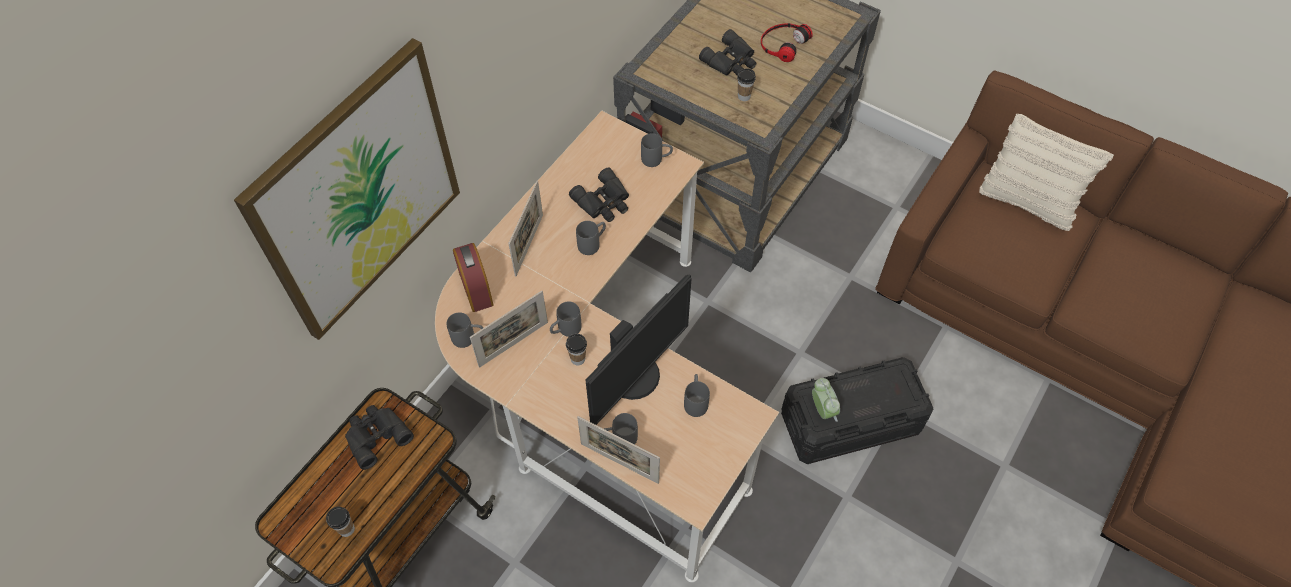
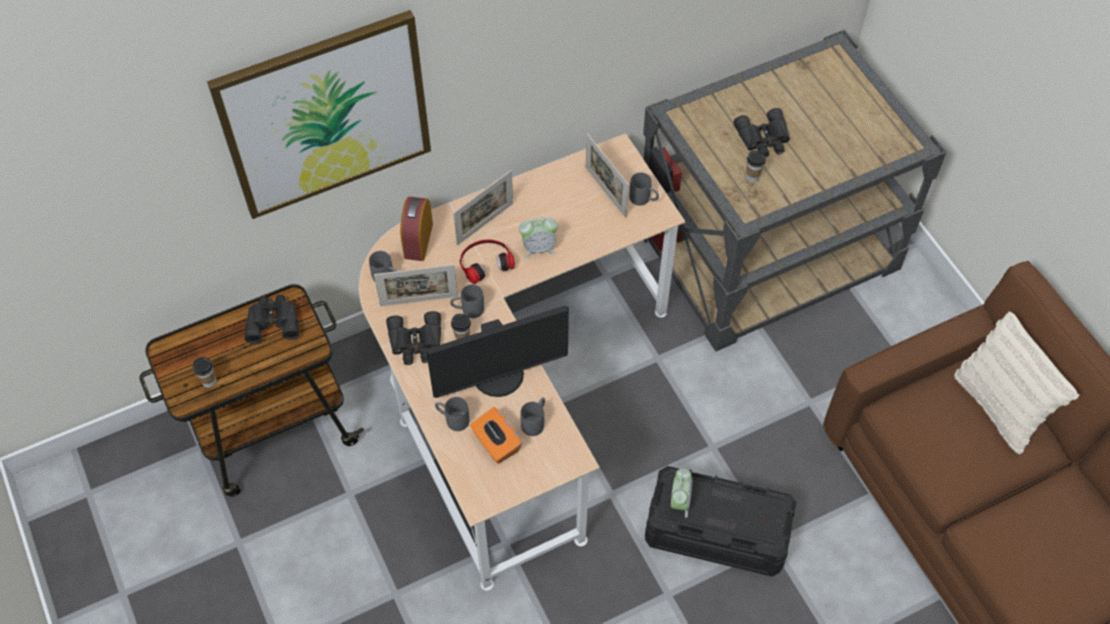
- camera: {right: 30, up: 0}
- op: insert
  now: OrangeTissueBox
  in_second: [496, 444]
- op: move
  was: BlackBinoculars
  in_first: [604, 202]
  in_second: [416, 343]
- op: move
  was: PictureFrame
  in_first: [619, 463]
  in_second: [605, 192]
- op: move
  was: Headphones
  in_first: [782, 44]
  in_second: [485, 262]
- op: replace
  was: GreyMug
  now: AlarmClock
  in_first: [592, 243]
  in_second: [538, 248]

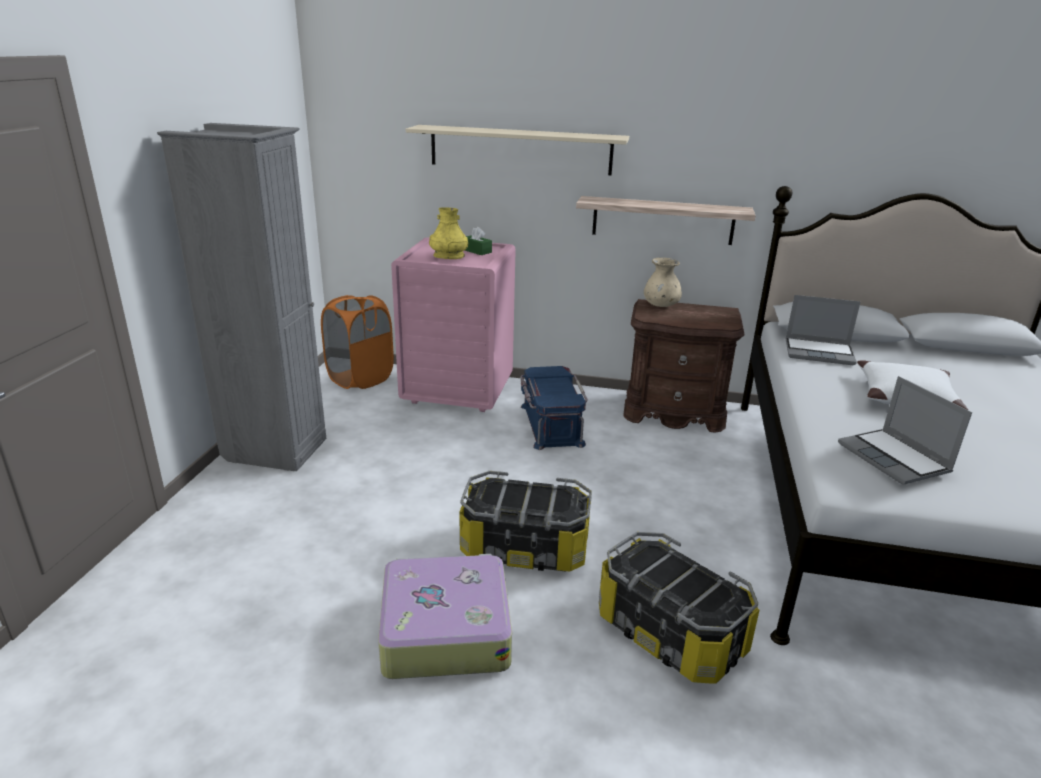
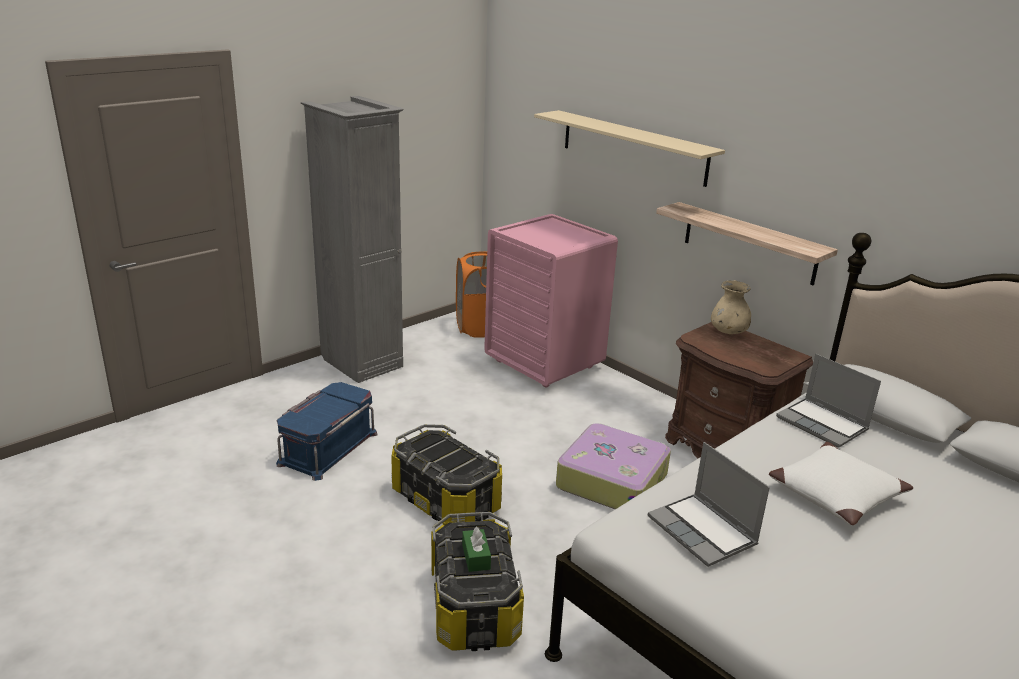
- camera: {right: 35, up: 0}
- op: delete
  was: YellowVase
  in_first: [449, 256]
- op: move
  was: Suitcase
  in_first: [444, 629]
  in_second: [612, 480]
- op: move
  was: GreenTissueBox
  in_first: [476, 251]
  in_second: [476, 557]
- op: move
  was: BlueStorageBox
  in_first: [550, 425]
  in_second: [327, 447]
- op: rotate
  was: Laptop
  in_first: [895, 459]
  in_second: [703, 531]
  clockwise: -45

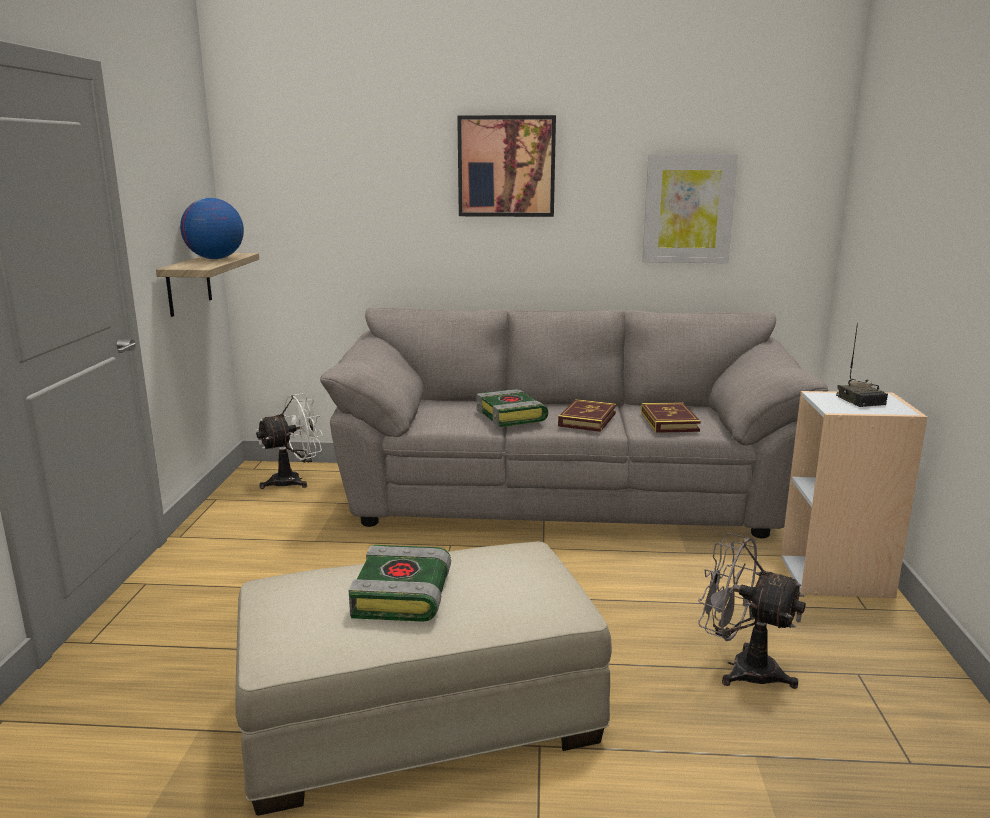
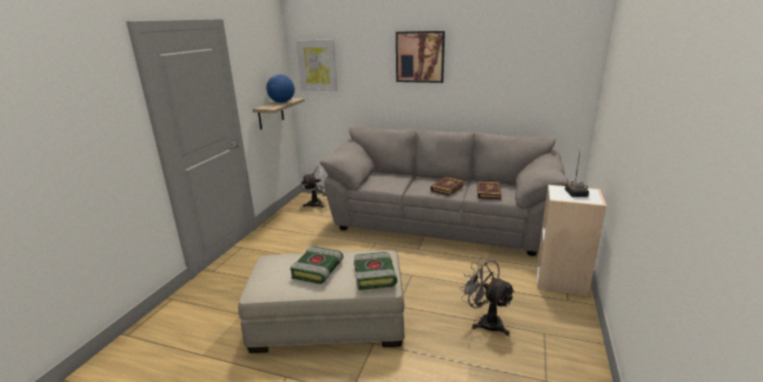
- camera: {right: 15, up: 5}
- op: move
  was: Book
  in_first: [512, 416]
  in_second: [375, 276]
- op: move
  was: Picture
  in_first: [688, 209]
  in_second: [317, 65]

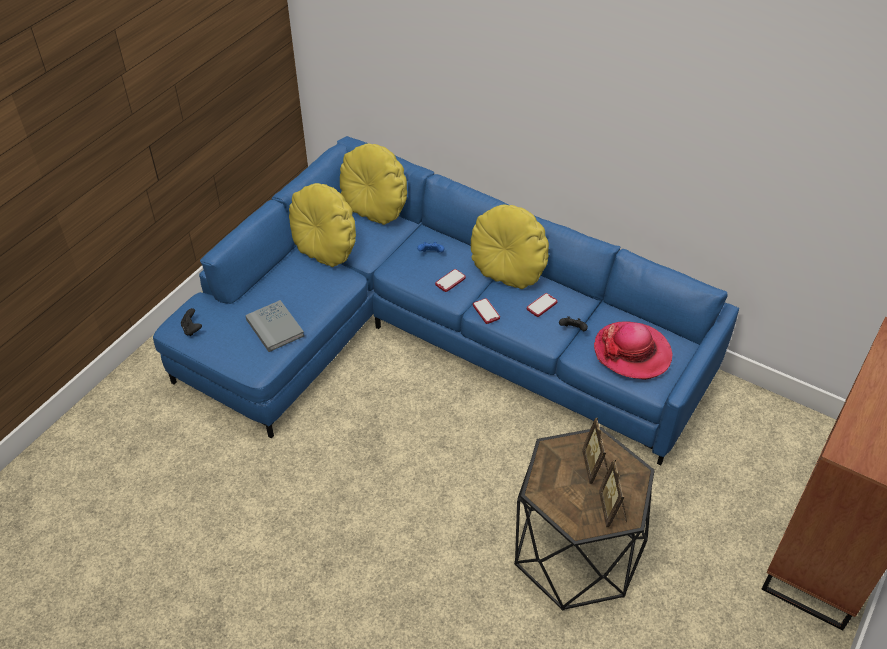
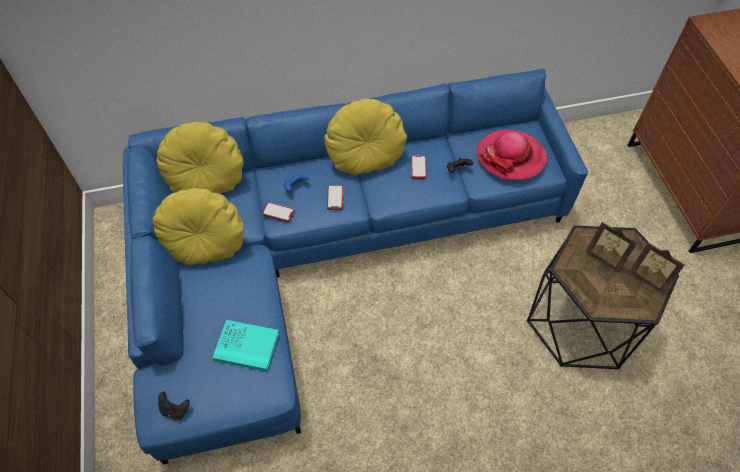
- camera: {right: -45, up: 10}
- op: move
  was: Phone
  in_first: [486, 312]
  in_second: [278, 213]
- op: recolor
  was: GreyBook
  now: TurquoiseBook
  in_first: [275, 328]
  in_second: [247, 346]

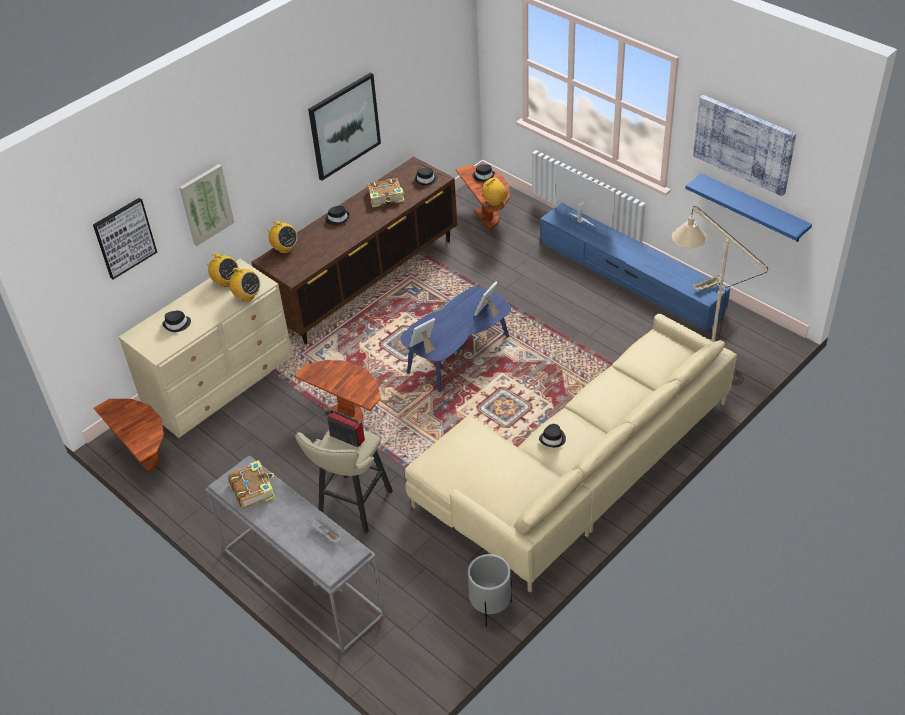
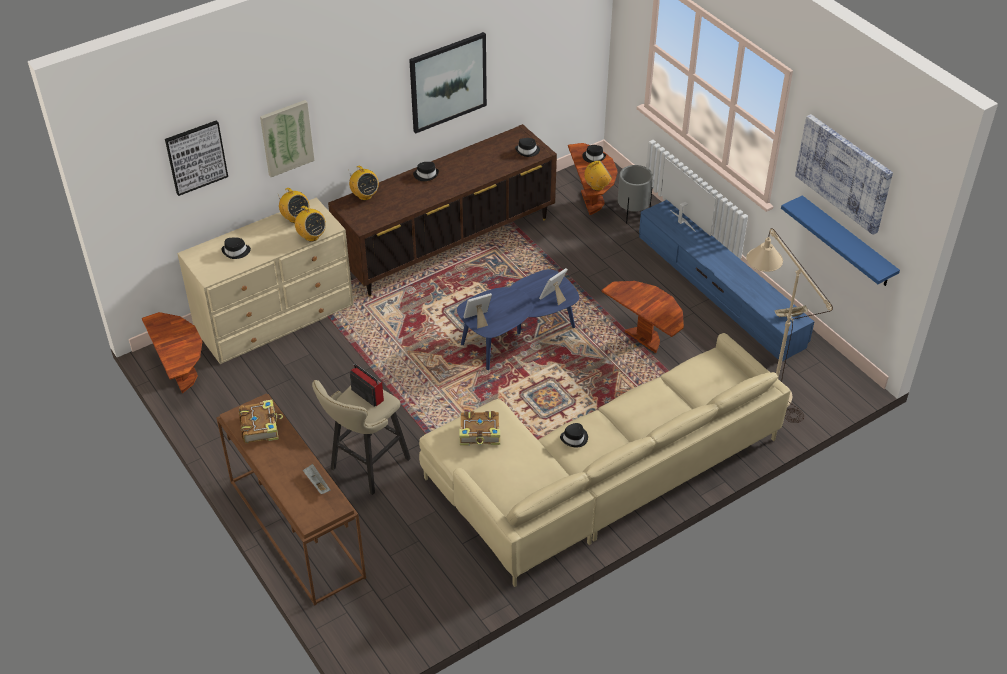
- camera: {right: 10, up: 0}
- op: move
  was: BrownSideTable
  in_first: [348, 414]
  in_second: [644, 339]
- op: move
  was: Book
  in_first: [386, 197]
  in_second: [480, 433]
- op: move
  was: GreyPlanter
  in_first: [490, 608]
  in_second: [632, 213]
- op: recolor
  was: GreyConsoleTable
  now: BrownConsoleTable
  in_first: [300, 582]
  in_second: [294, 528]

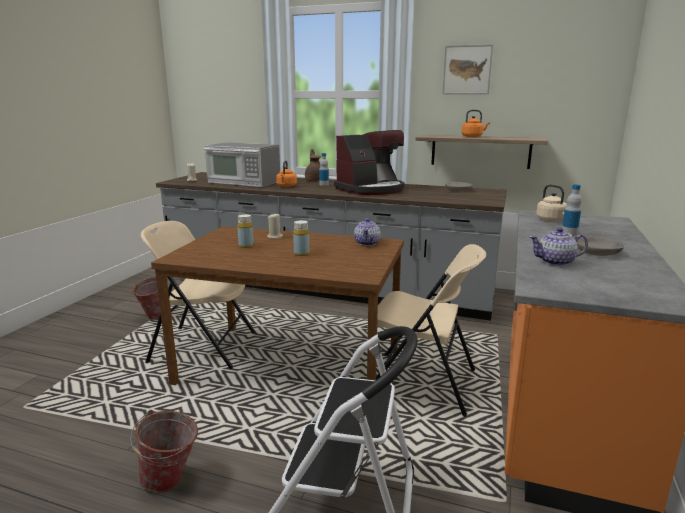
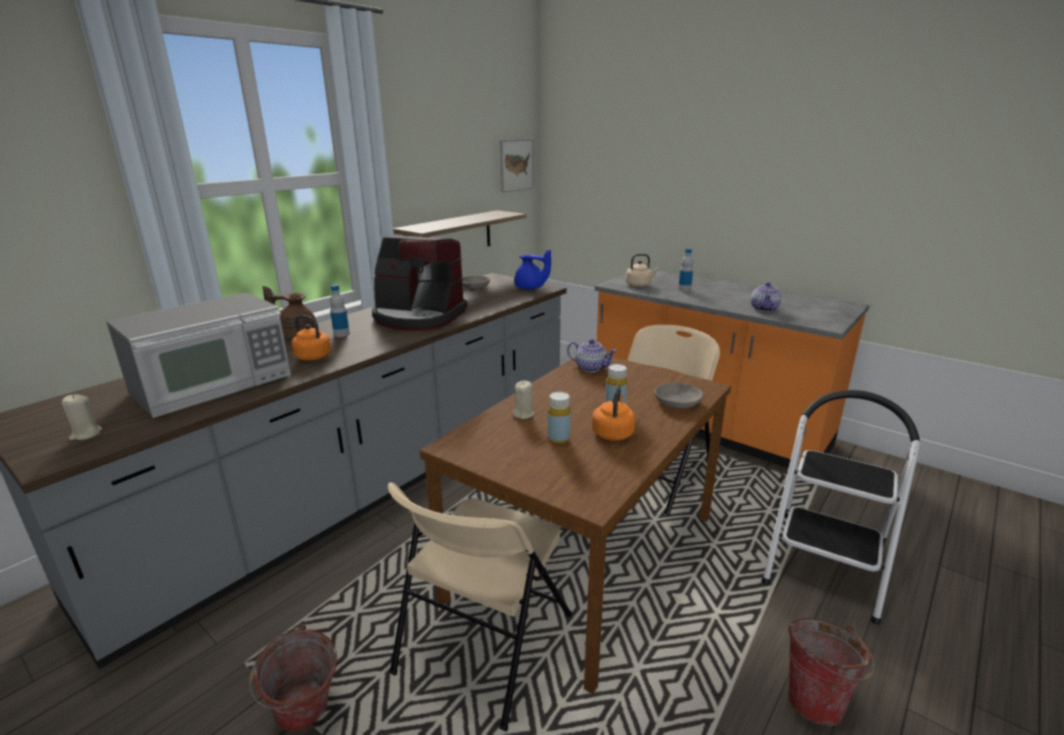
- camera: {right: -70, up: 5}
- op: insert
  now: BlueTeapot
  in_second: [531, 288]
- op: move
  was: Picture
  in_first: [467, 70]
  in_second: [516, 165]
- op: move
  was: OrangeKettle
  in_first: [473, 136]
  in_second: [613, 433]
- op: move
  was: GreyBowl
  in_first: [597, 252]
  in_second: [678, 402]
- op: rotate
  was: CoffeeMachine
  in_first: [371, 189]
  in_second: [418, 317]
  clockwise: 120

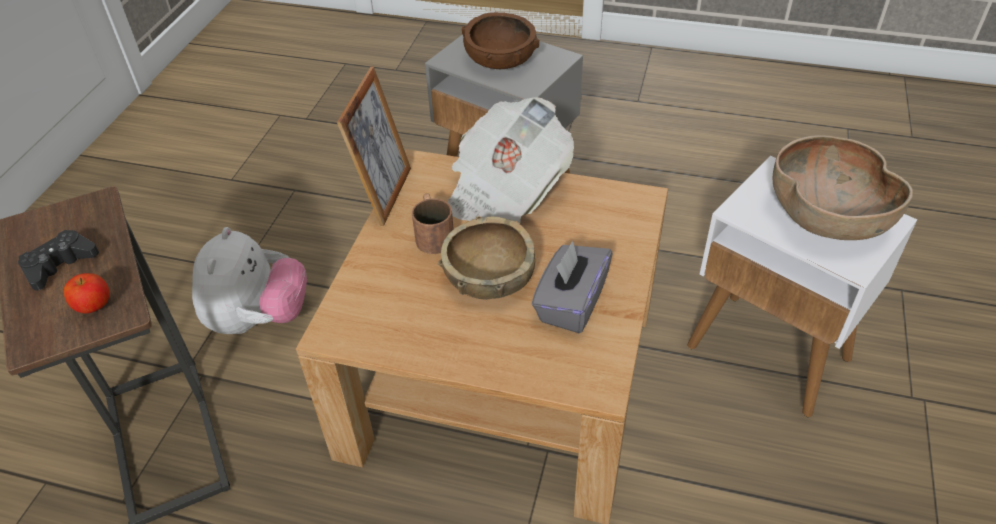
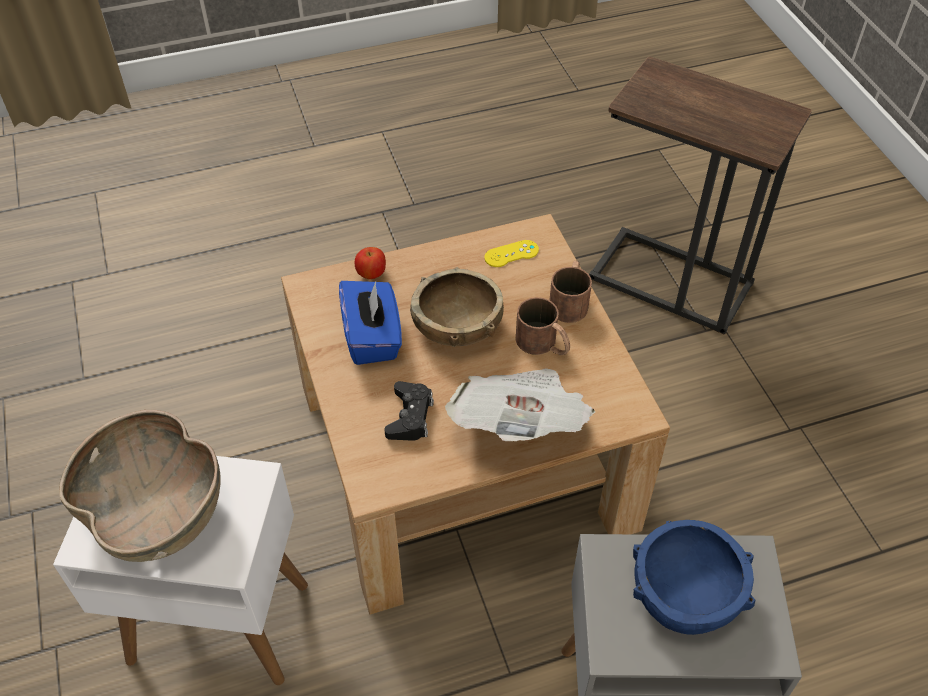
- camera: {right: 145, up: 5}
- op: delete
  was: PlushToy
  in_first: [259, 319]
- op: delete
  was: PictureFrame
  in_first: [385, 194]
- op: insert
  now: YellowGameController
  in_second: [511, 254]
- op: insert
  now: BrownMug
  in_second: [570, 300]
- op: move
  was: BlackGameController
  in_first: [60, 265]
  in_second: [410, 416]
- op: move
  was: Apple
  in_first: [94, 306]
  in_second: [371, 274]
- op: recolor
  was: BrownBowl
  now: BlueBowl
  in_first: [500, 60]
  in_second: [686, 593]
- op: recolor
  was: GreyTissueBox
  now: BlueTissueBox
  in_first: [570, 304]
  in_second: [372, 338]

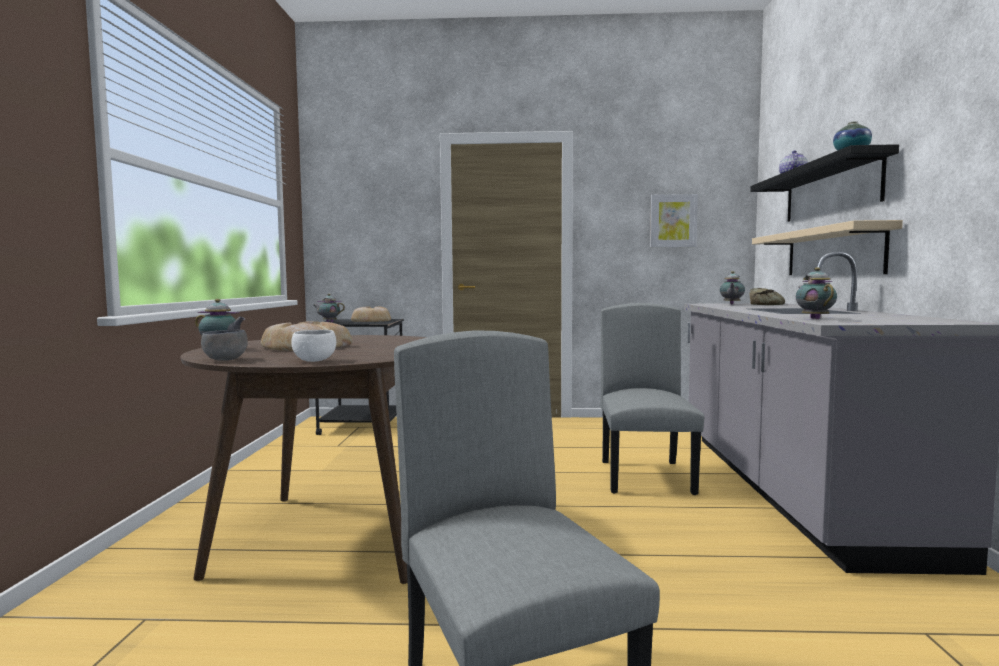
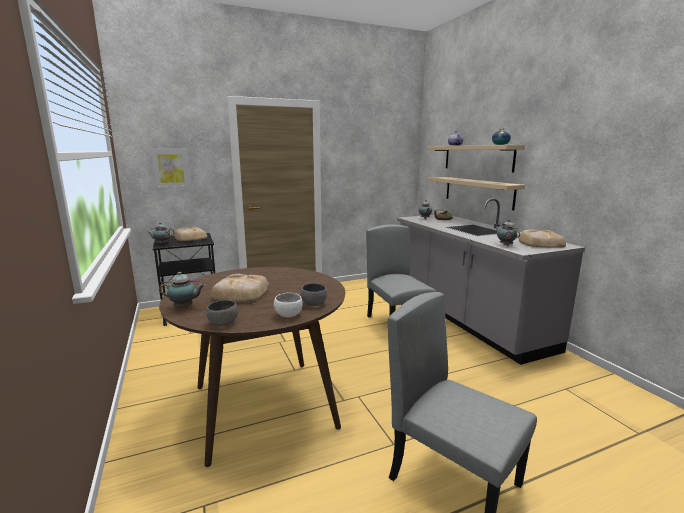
- camera: {right: -25, up: 10}
- op: insert
  now: GreyBowl
  in_second: [315, 304]
- op: insert
  now: Bread
  in_second: [539, 243]
- op: move
  was: Picture
  in_first: [673, 221]
  in_second: [171, 168]
- op: recolor
  was: BlackShelf
  now: BeigeShelf
  in_first: [830, 190]
  in_second: [477, 157]

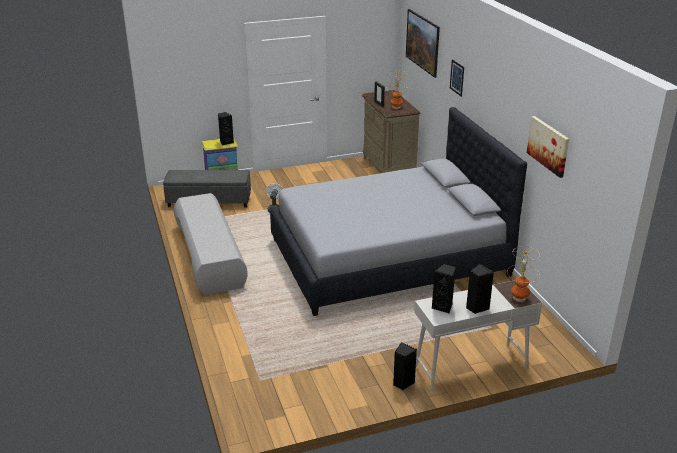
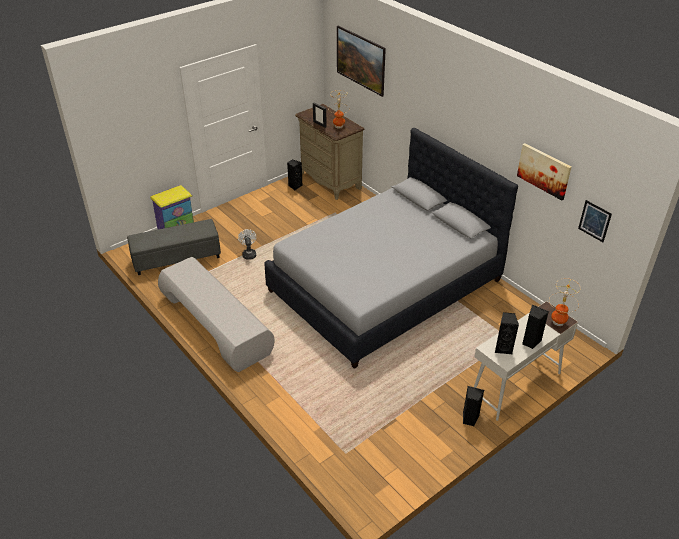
- camera: {right: -20, up: 10}
- op: move
  was: BlackSpeaker
  in_first: [226, 142]
  in_second: [295, 186]
- op: move
  was: Picture
  in_first: [457, 77]
  in_second: [594, 221]

